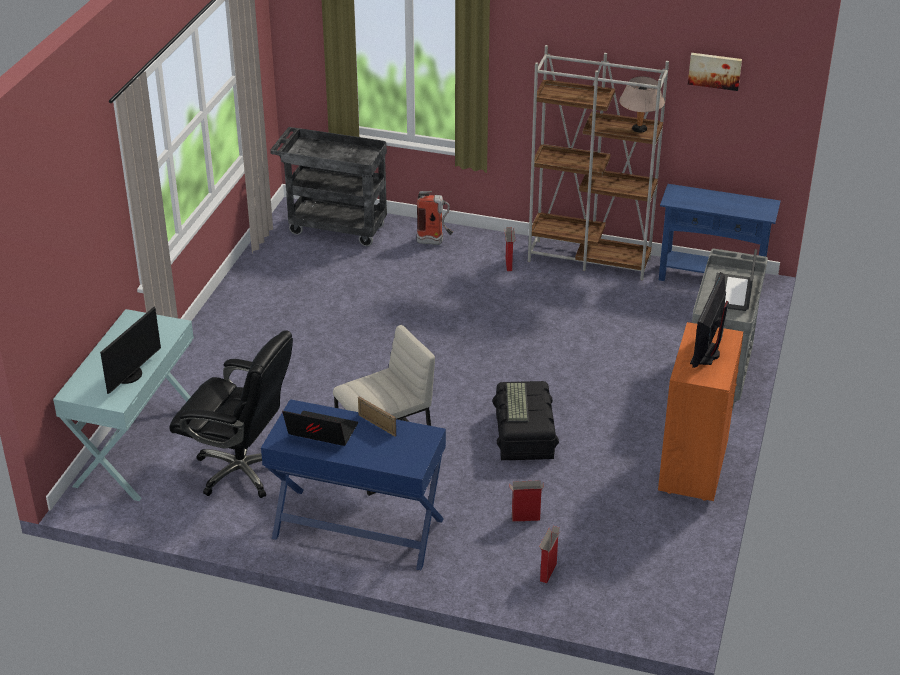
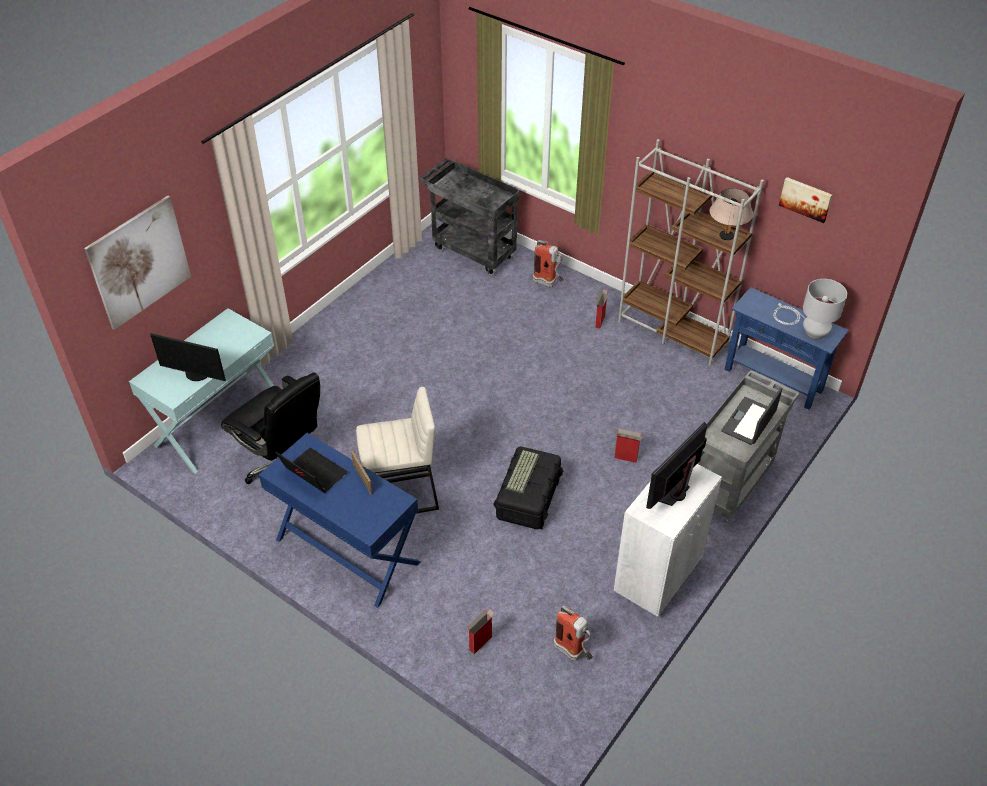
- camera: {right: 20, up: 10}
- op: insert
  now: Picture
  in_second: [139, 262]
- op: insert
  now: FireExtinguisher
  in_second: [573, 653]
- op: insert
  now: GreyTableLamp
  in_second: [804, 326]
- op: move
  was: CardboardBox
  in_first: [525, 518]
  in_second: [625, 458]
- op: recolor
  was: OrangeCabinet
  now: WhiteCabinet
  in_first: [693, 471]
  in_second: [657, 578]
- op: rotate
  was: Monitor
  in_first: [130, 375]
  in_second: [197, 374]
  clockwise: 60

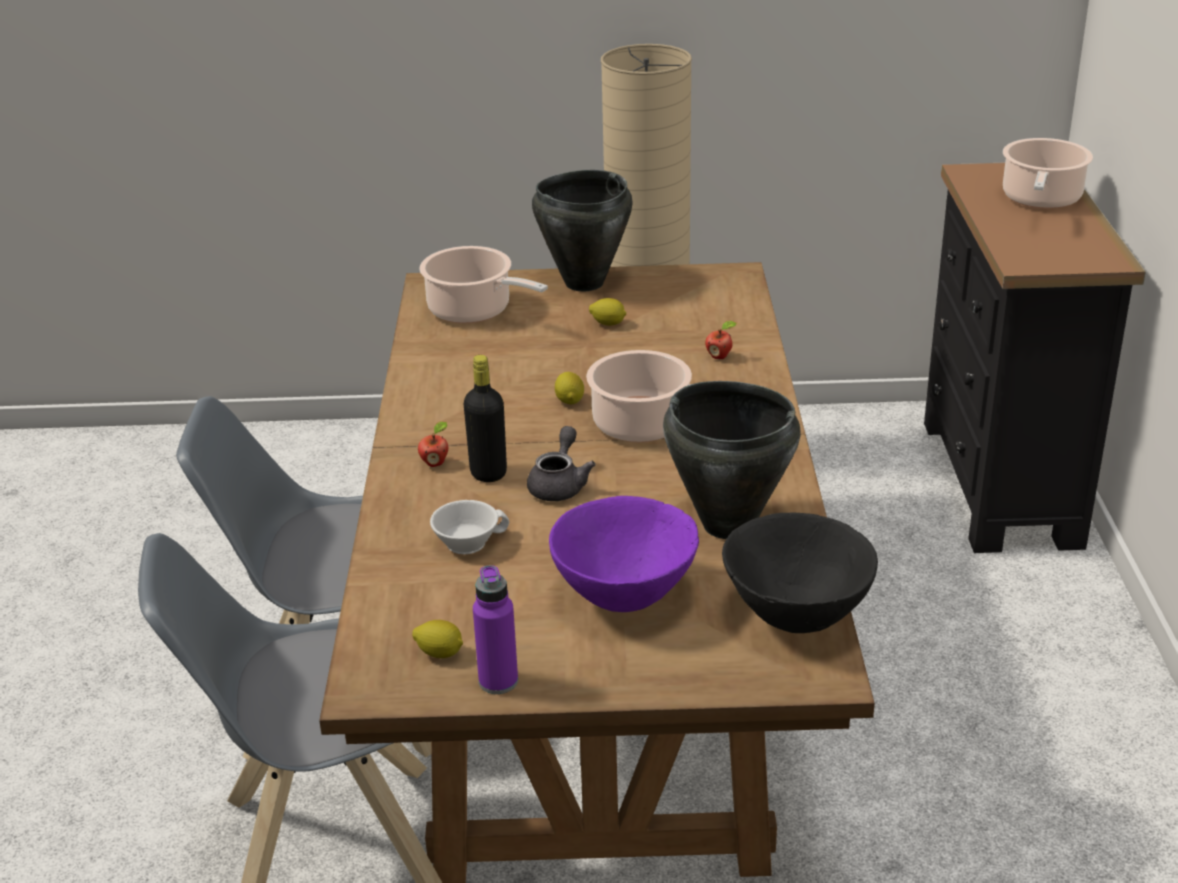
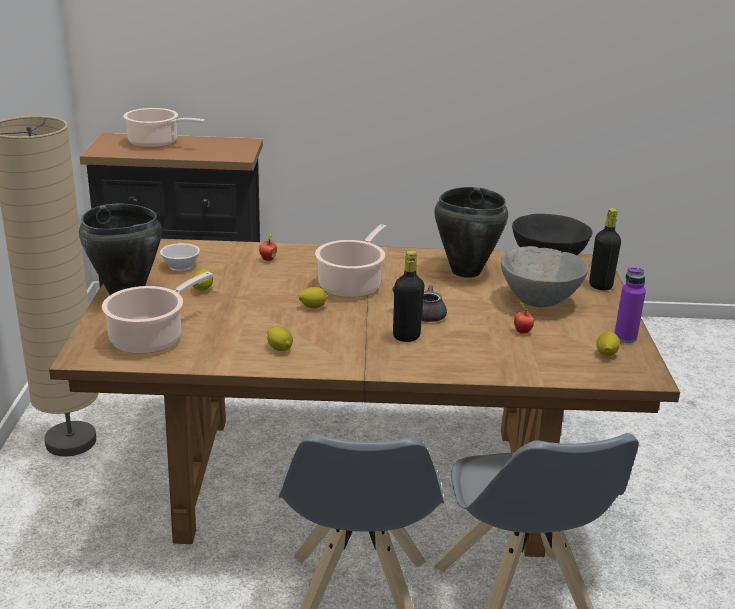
- camera: {right: -90, up: -5}
- op: insert
  now: Lemon
  in_second: [280, 348]
- op: insert
  now: BlackBottle
  in_second: [600, 286]
- op: move
  was: Apple
  in_first: [435, 463]
  in_second: [521, 331]
- op: move
  was: WhiteCup
  in_first: [467, 540]
  in_second: [179, 265]
- op: recolor
  was: PurpleBowl
  now: GreyBowl
  in_first: [624, 597]
  in_second: [539, 301]

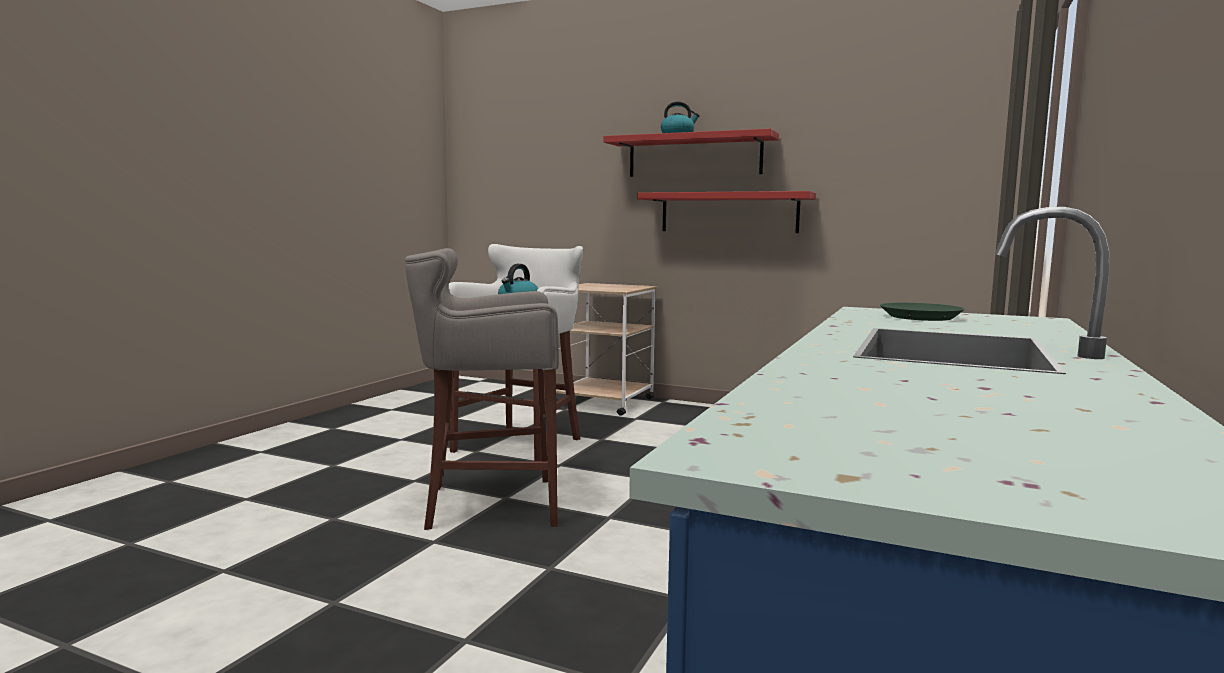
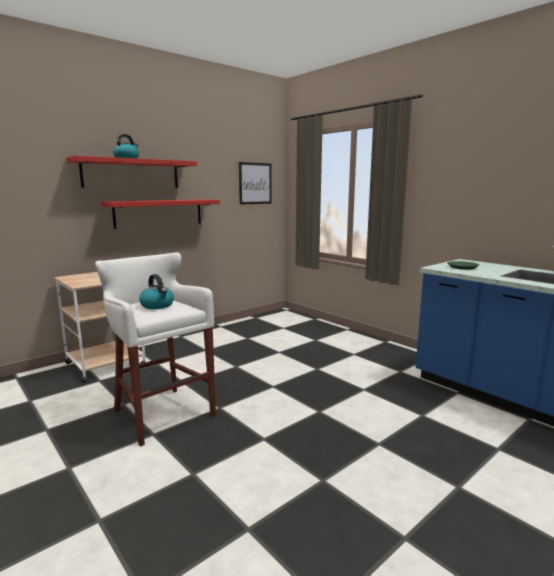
- camera: {right: -65, up: 5}
- op: delete
  was: GreyStool
  in_first: [487, 504]
- op: insert
  now: Picture
  in_second: [255, 183]

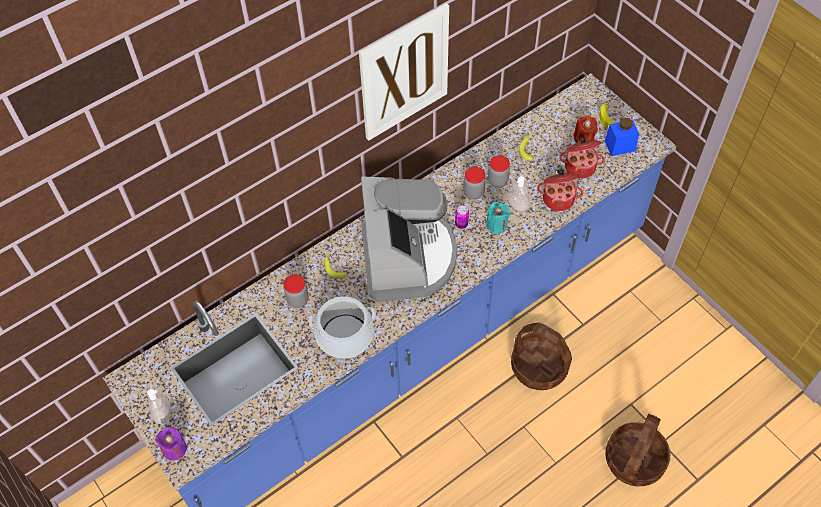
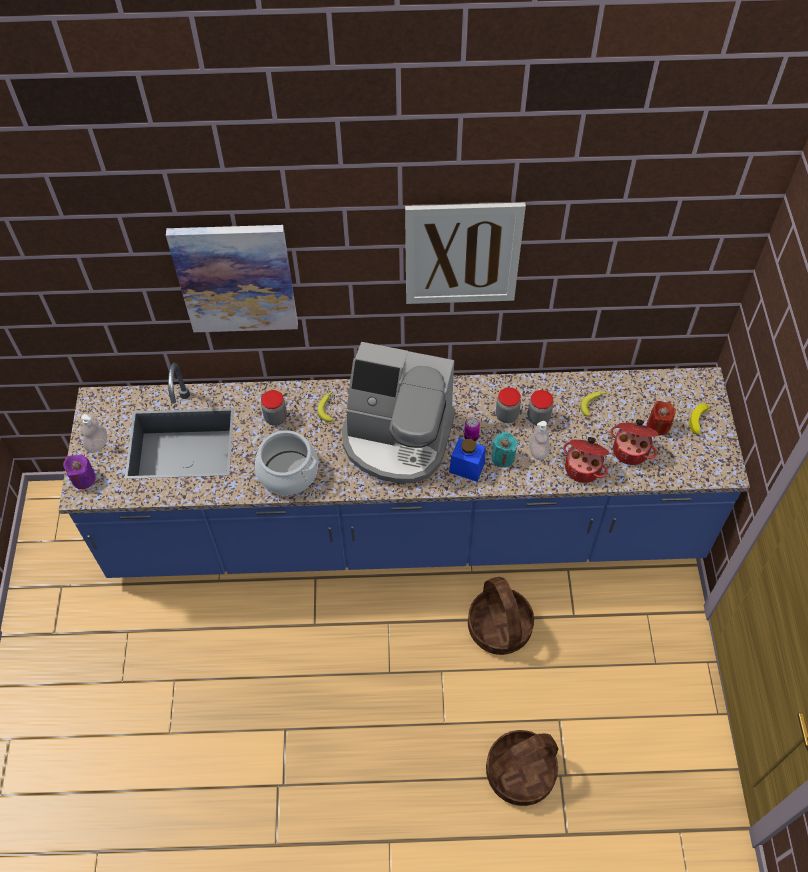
- camera: {right: 35, up: 0}
- op: insert
  now: Picture
  in_second: [236, 278]
- op: move
  was: BlueJar
  in_first: [619, 146]
  in_second: [467, 467]
- op: rotate
  was: CoffeeMachine
  in_first: [407, 258]
  in_second: [397, 438]
  clockwise: 75

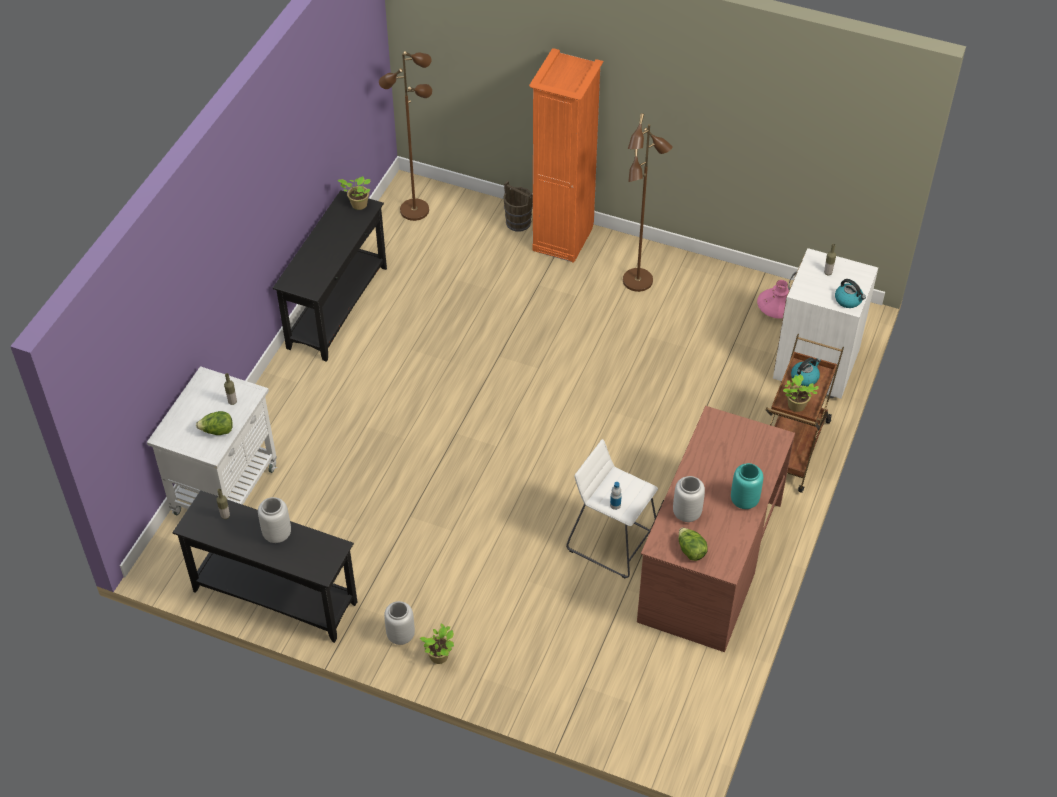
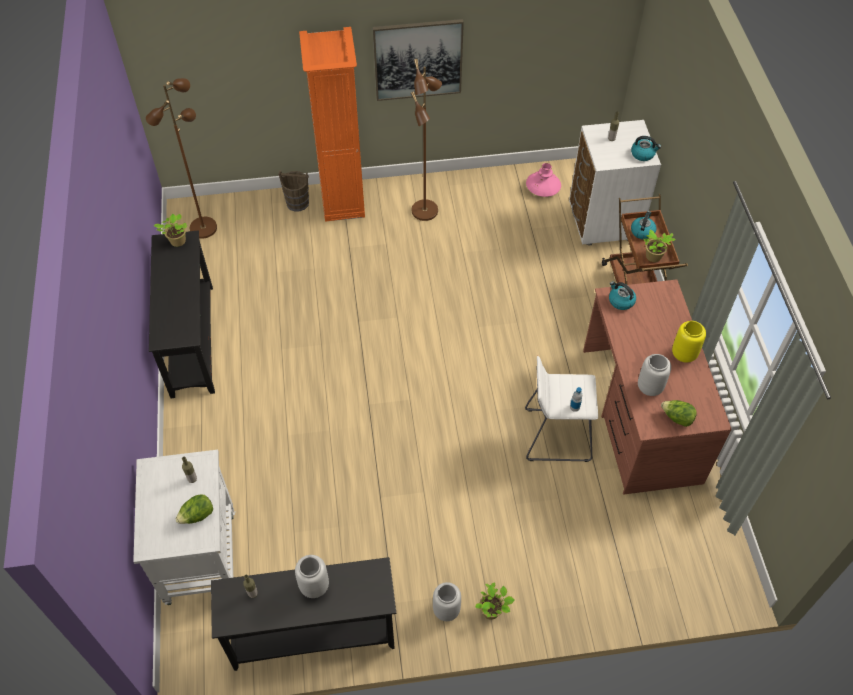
- camera: {right: -30, up: 5}
- op: insert
  now: Picture
  in_second: [418, 59]
- op: insert
  now: Kettle
  in_second: [620, 301]
- op: recolor
  was: TurquoiseVase
  now: YellowVase
  in_first: [744, 500]
  in_second: [683, 354]

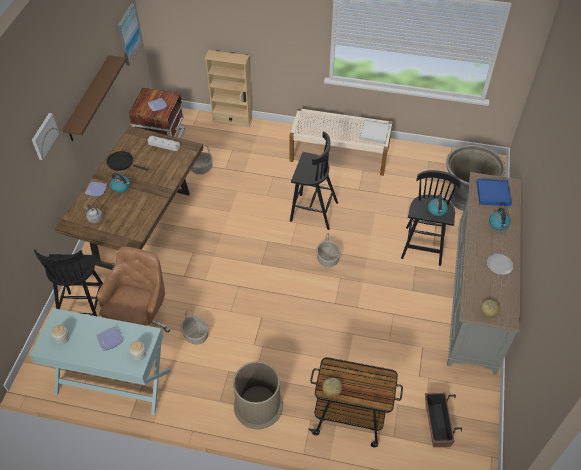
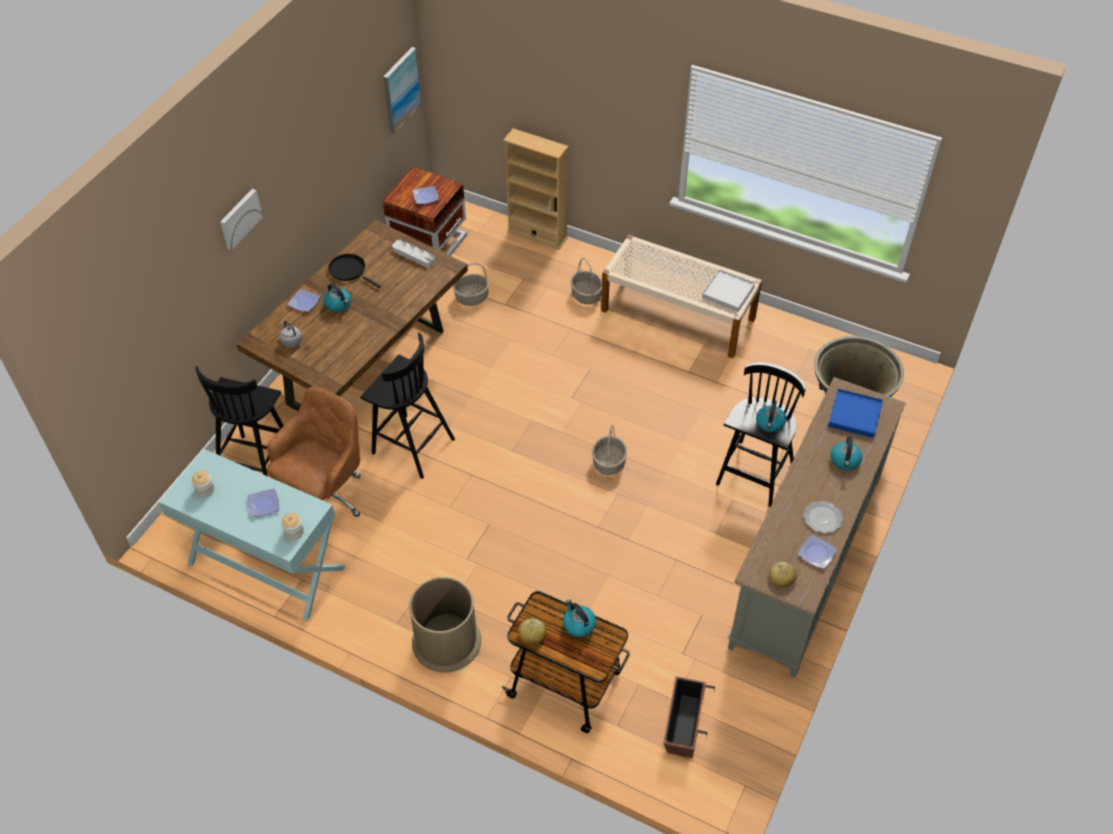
- camera: {right: 15, up: 0}
- op: delete
  was: BrownShelf
  in_first: [89, 99]
- op: insert
  now: Kettle
  in_second: [578, 624]
- op: insert
  now: Plate
  in_second: [815, 553]
- op: move
  was: Basket
  in_first: [195, 334]
  in_second: [586, 295]
- op: move
  was: BlackStool
  in_first: [312, 211]
  in_second: [410, 445]

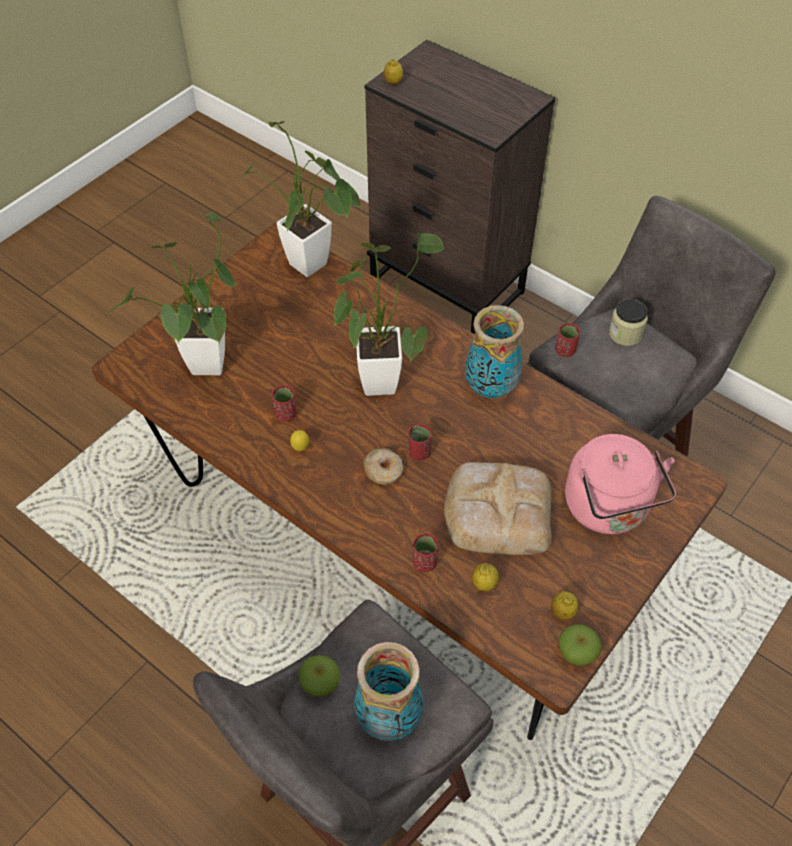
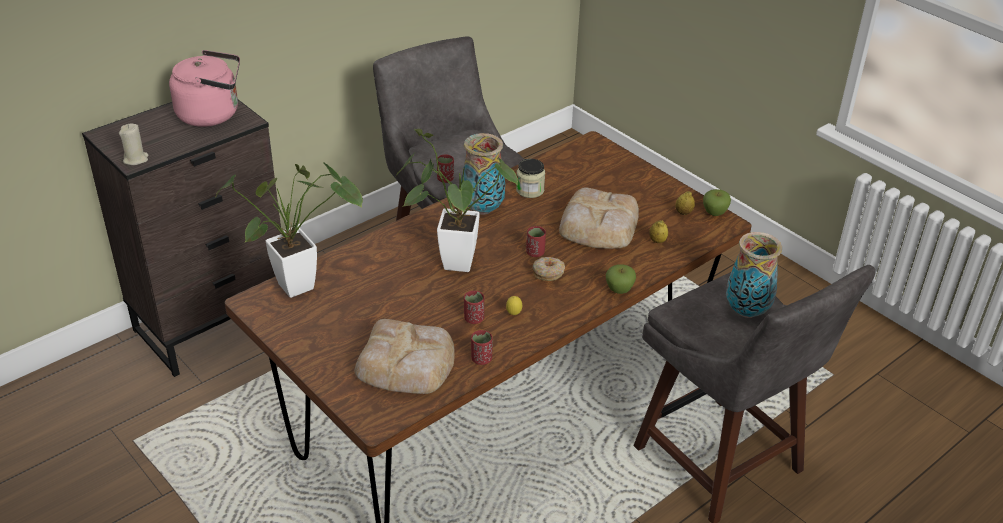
- camera: {right: -80, up: -15}
- op: move
  was: Apple
  in_first: [320, 684]
  in_second: [619, 290]
- op: move
  was: RedCup
  in_first: [425, 562]
  in_second: [481, 359]
- op: move
  was: PinkKettle
  in_first: [609, 509]
  in_second: [212, 114]
- op: move
  was: Jar
  in_first: [625, 334]
  in_second: [530, 190]
- op: replace
  was: PottedPlant
  now: Bread
  in_first: [206, 372]
  in_second: [407, 363]
- op: replace
  was: Lemon
  now: BeigeCandle
  in_first: [393, 82]
  in_second: [136, 159]

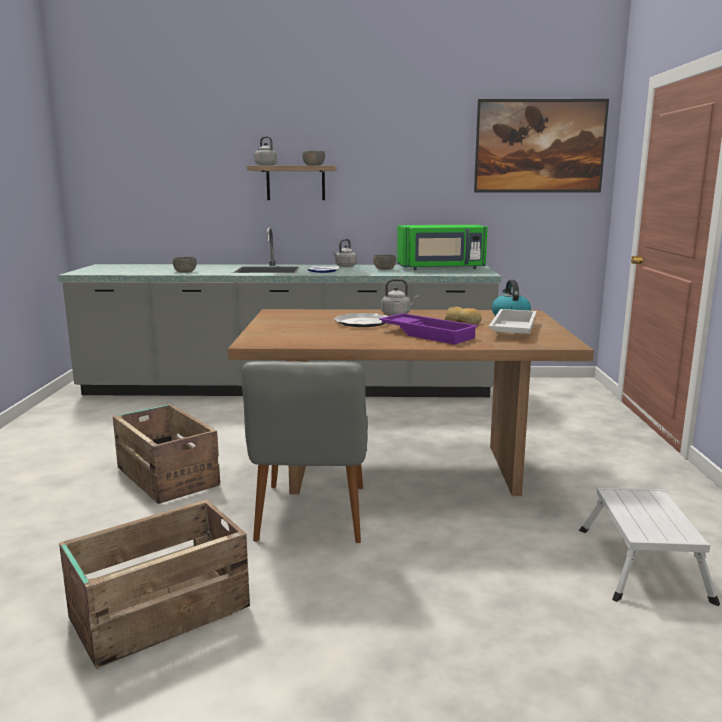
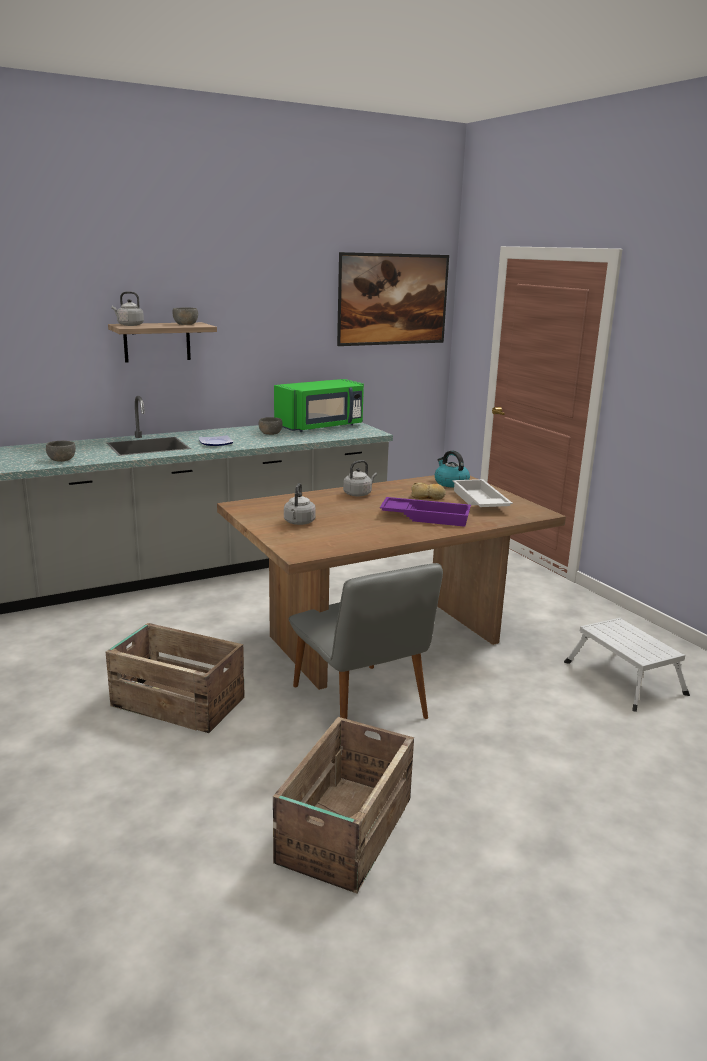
- camera: {right: -30, up: 5}
- op: delete
  was: Plate
  in_first: [362, 322]
- op: move
  was: GreyKettle
  in_first: [345, 266]
  in_second: [299, 523]

